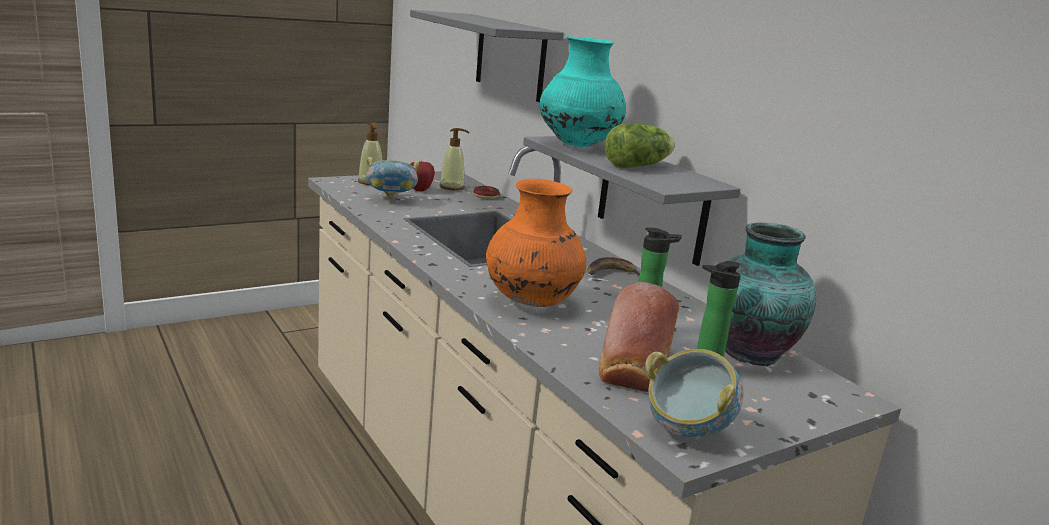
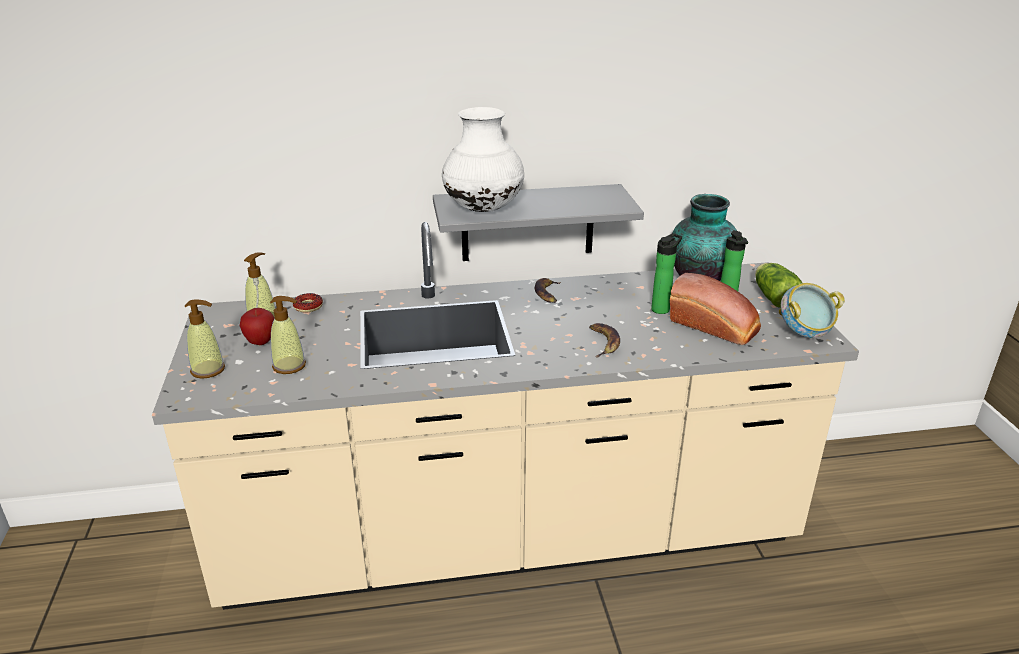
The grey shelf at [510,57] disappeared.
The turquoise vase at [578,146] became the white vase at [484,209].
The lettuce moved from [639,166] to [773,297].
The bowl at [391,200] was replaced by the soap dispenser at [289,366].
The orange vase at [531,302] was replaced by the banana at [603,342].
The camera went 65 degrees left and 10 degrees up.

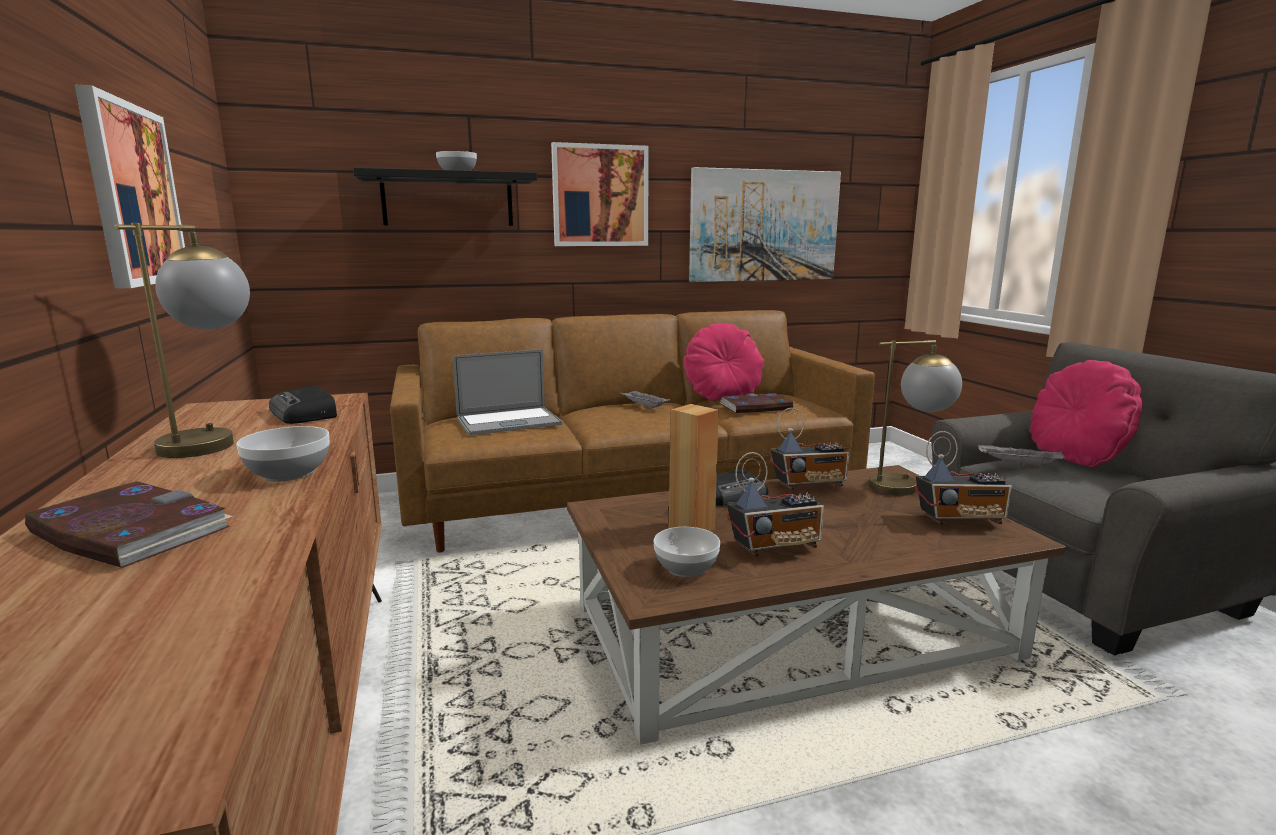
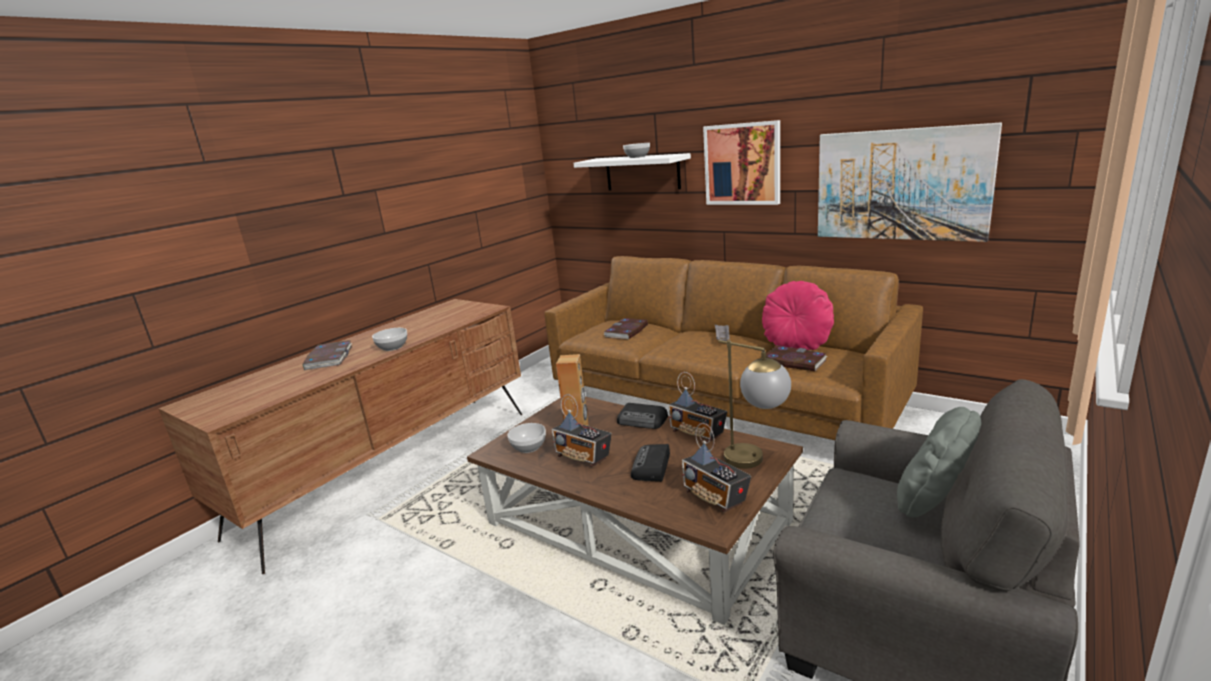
The picture at [133,195] disappeared.
The black shelf at [448,200] became the white shelf at [642,172].
The table lamp at [214,440] disappeared.
The laptop at [509,422] was replaced by the book at [626,331].
The pink pillow at [1075,459] became the grey pillow at [933,506].
The radio moved from [304,414] to [651,467].
The grey tray at [1017,465] disappeared.
The camera went 55 degrees right and 5 degrees up.

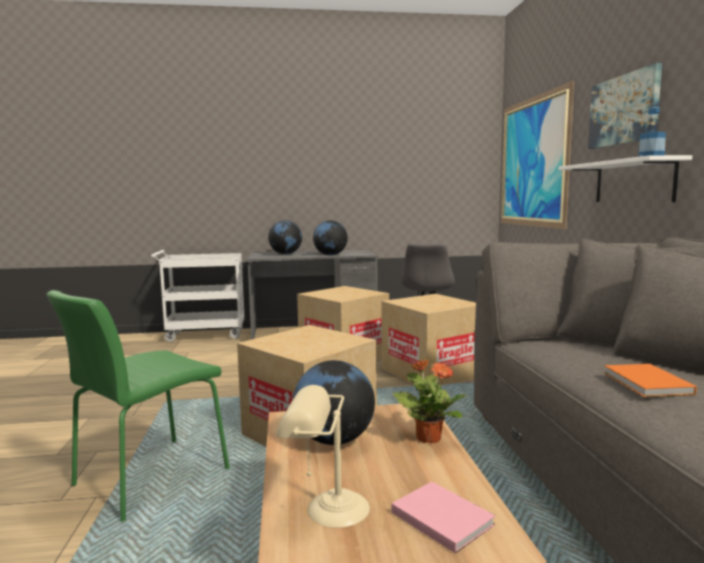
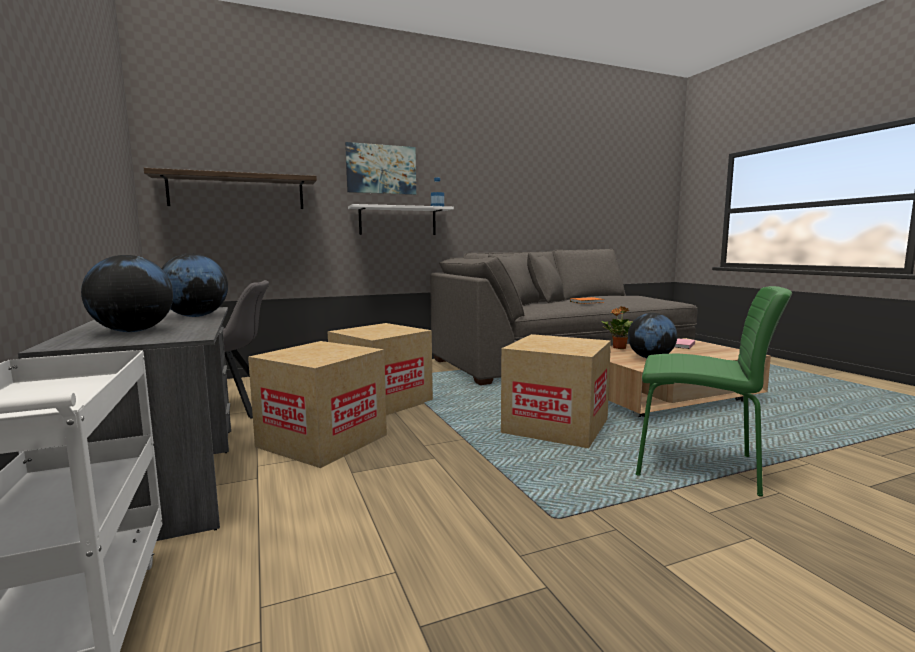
The picture at [532,162] was replaced by the shelf at [237,192].
The beige table lamp at [324,508] disappeared.
The camera went 105 degrees left and 0 degrees up.

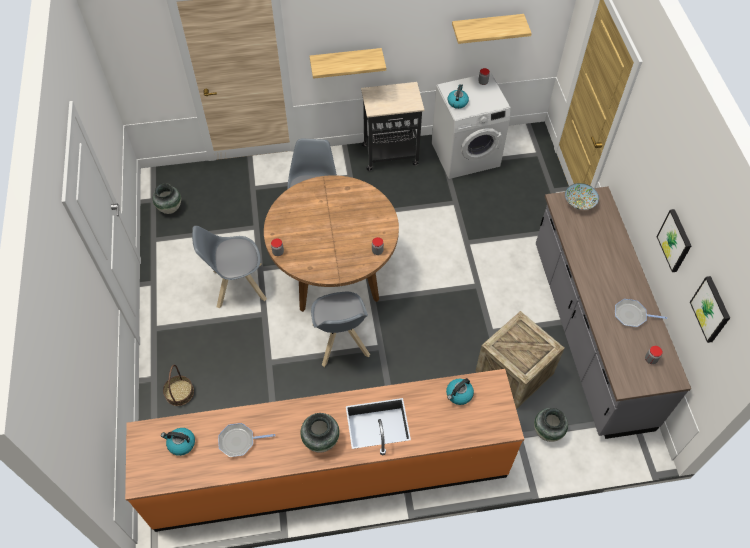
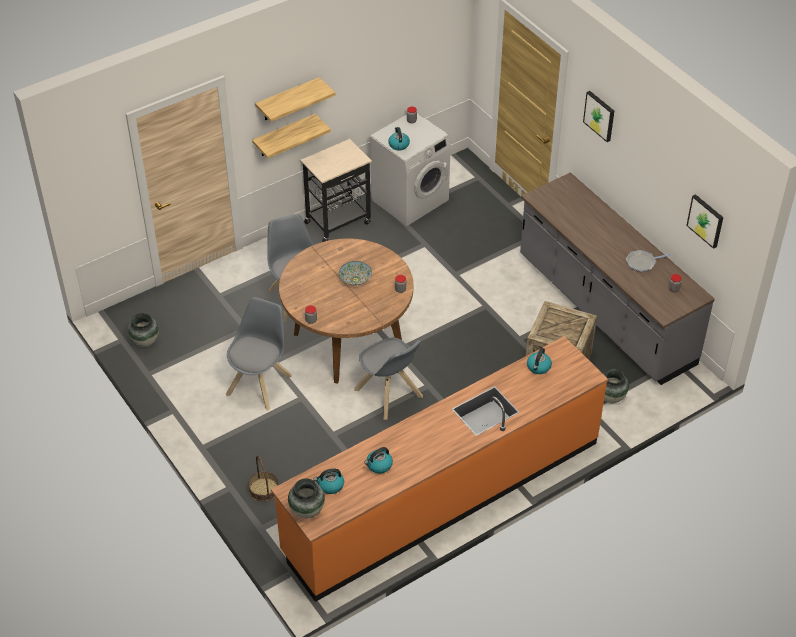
The shelf moved from [486,27] to [288,100].
The bowl moved from [579,202] to [355,280].
The picture moved from [675,240] to [600,115].
The grey chair at [237,285] turned 150 degrees clockwise.
The vase moved from [321,440] to [307,510].
The frying pan at [239,441] was replaced by the kettle at [379,465].
The camera went 25 degrees left and 10 degrees down.

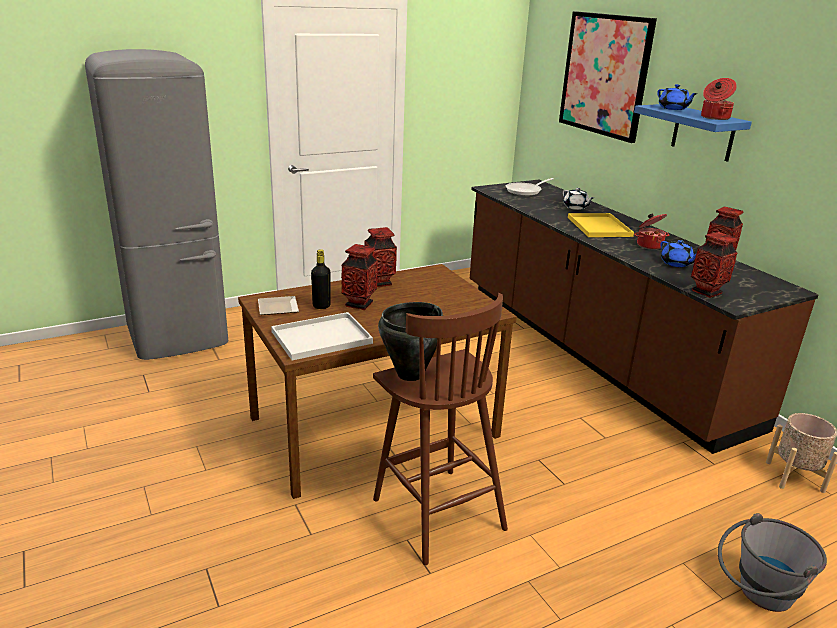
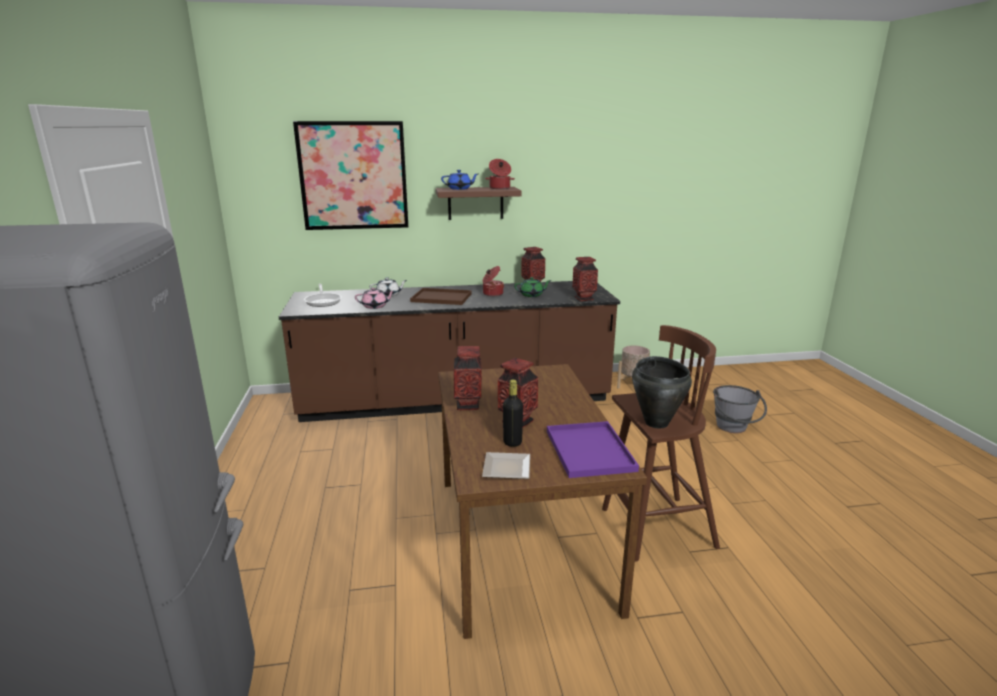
The blue shelf at [703,132] became the brown shelf at [475,203].
The yellow tray at [598,226] became the brown tray at [440,298].
The blue teapot at [676,264] became the green teapot at [532,295].
The white tray at [320,338] became the purple tray at [591,451].
The pink teapot at [375,306] appeared.
The camera went 70 degrees left and 5 degrees down.

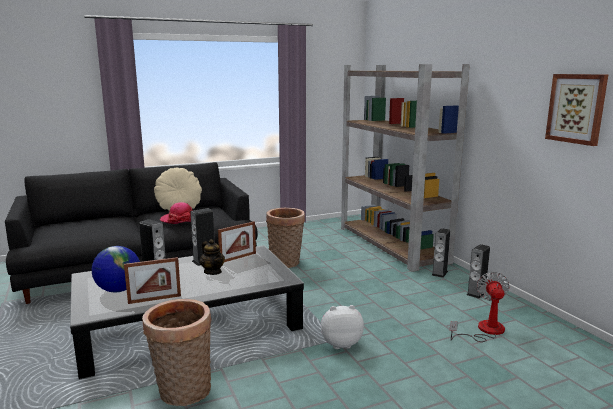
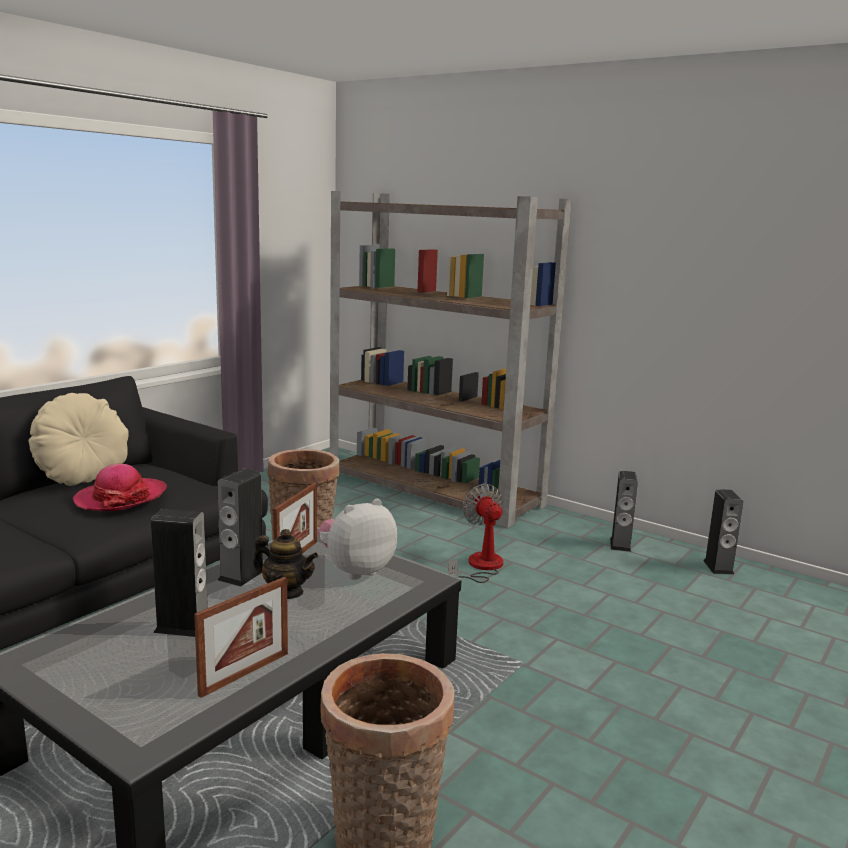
The picture at [576,108] disappeared.
The speaker moved from [439,273] to [718,567].
The globe at [118,290] disappeared.
The fan moved from [484,331] to [479,567].
The plush toy moved from [340,343] to [356,570].
The camera went 30 degrees left and 0 degrees up.

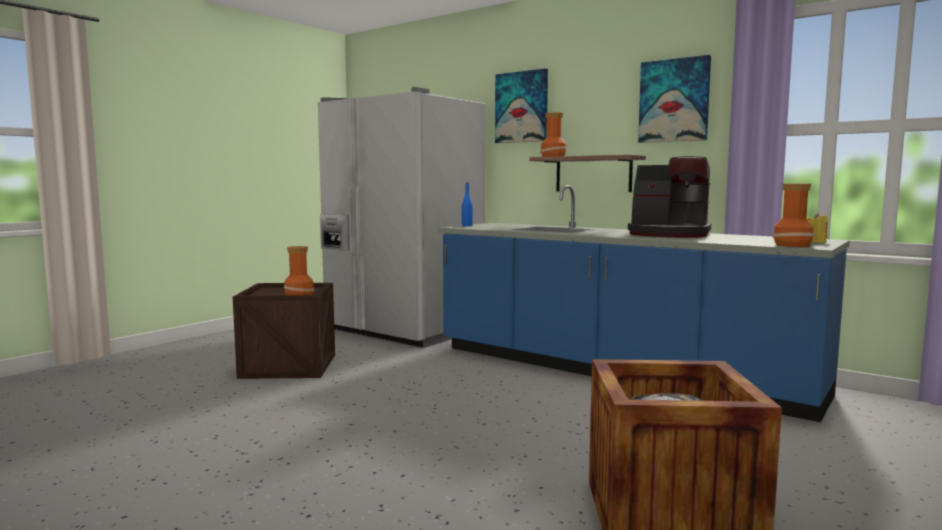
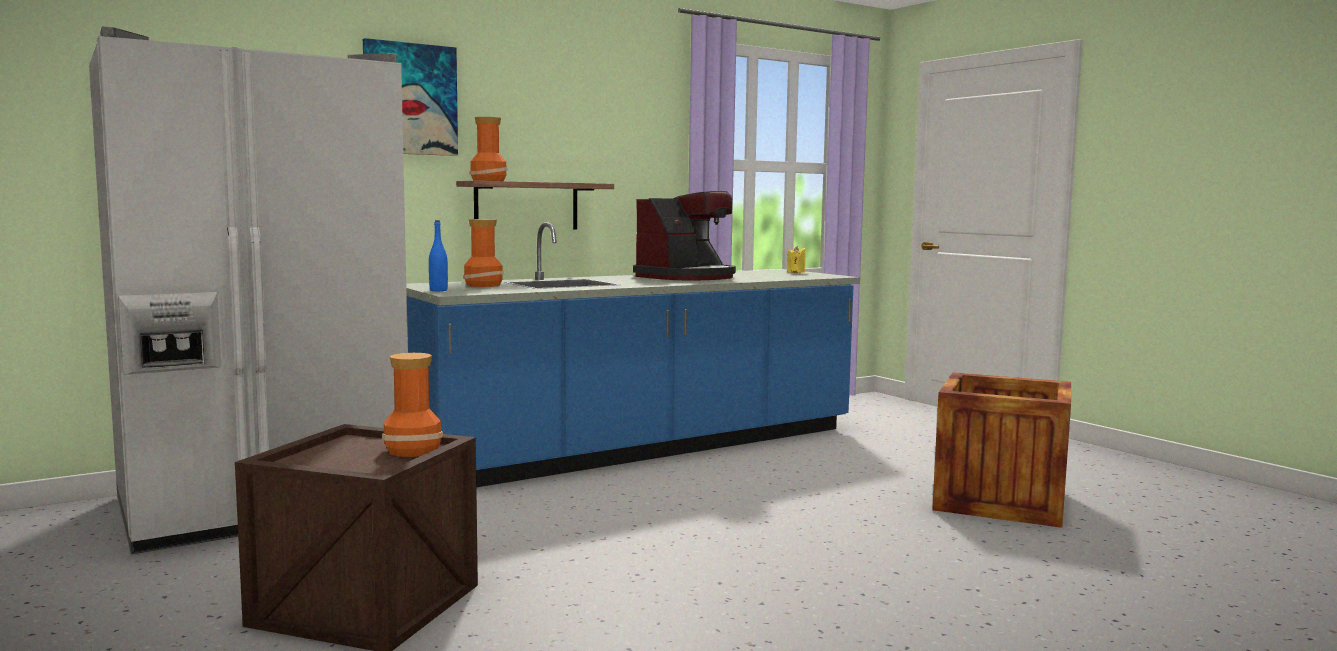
The picture at [674,100] disappeared.
The vase moved from [792,245] to [484,285].
The camera went 70 degrees left and 0 degrees up.

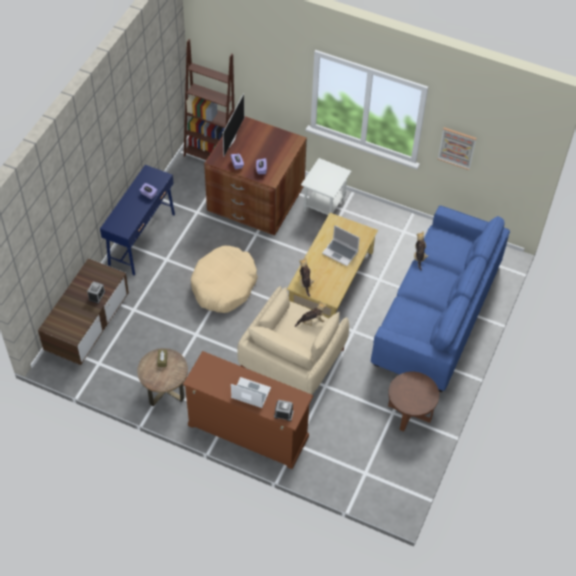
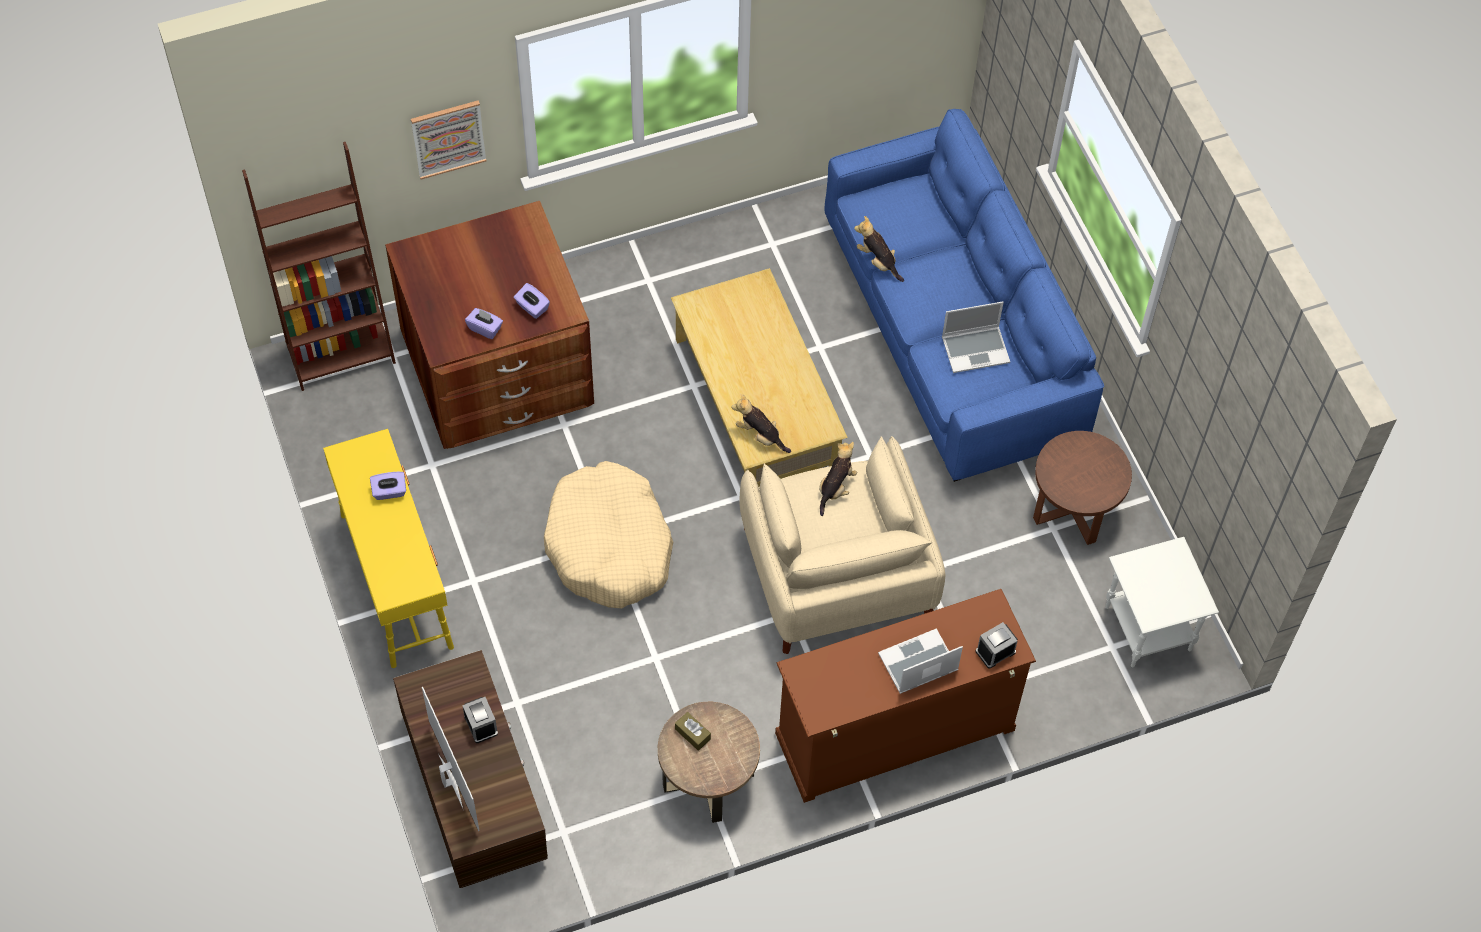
The television moved from [231,140] to [449,782].
The picture moved from [457,148] to [448,138].
The white side table moved from [324,206] to [1148,629].
The blue console table at [142,239] became the yellow console table at [398,580].
The laptop moved from [340,252] to [976,349].
The camera went 45 degrees left and 5 degrees up.

